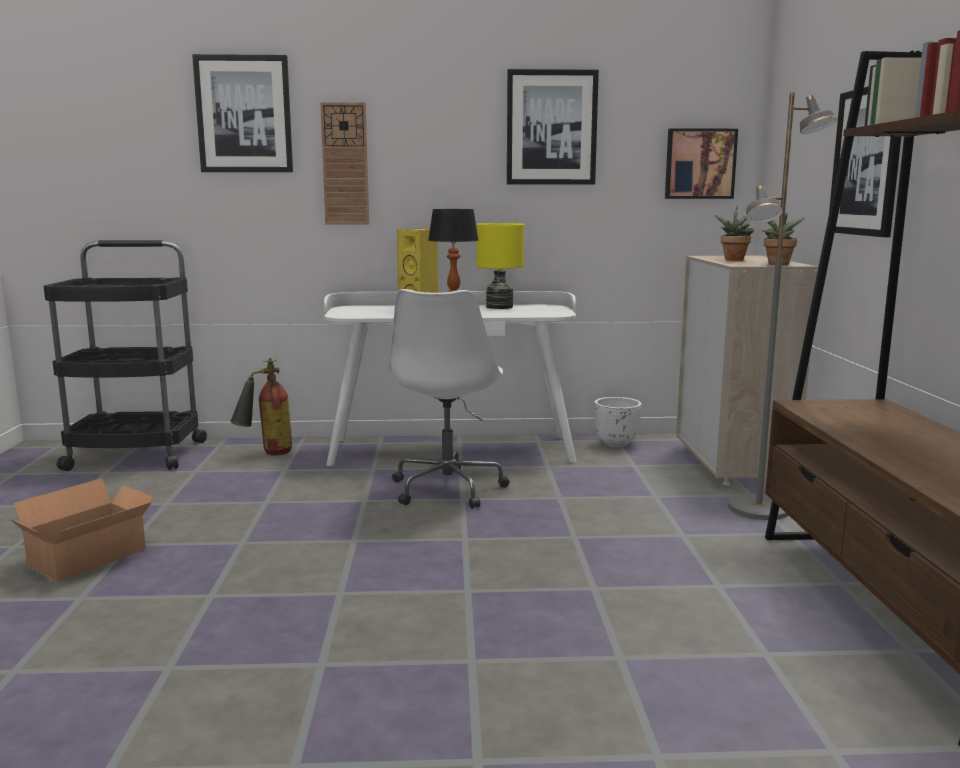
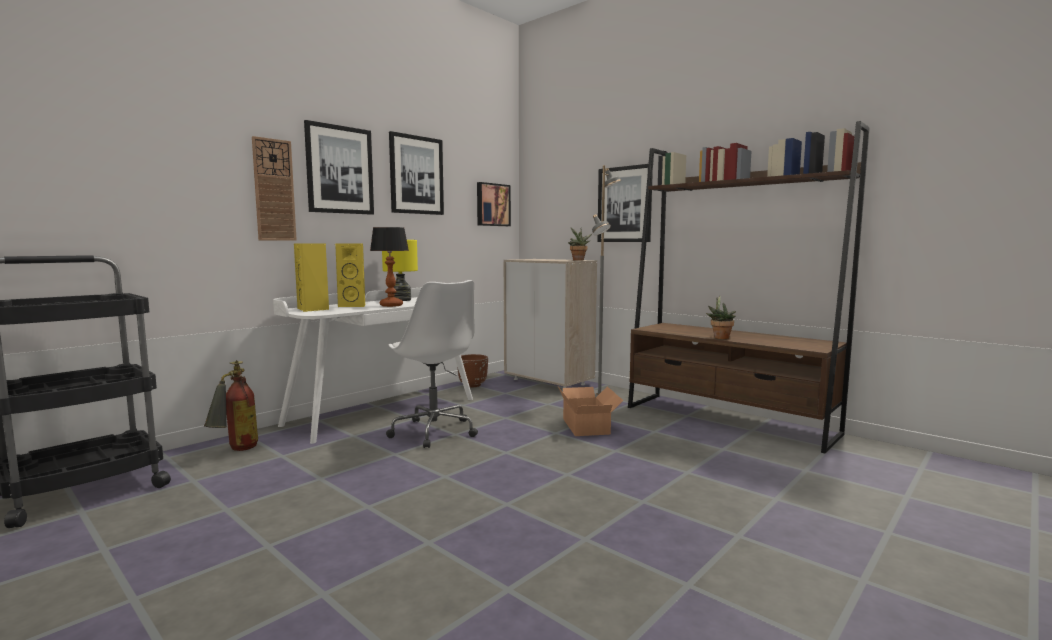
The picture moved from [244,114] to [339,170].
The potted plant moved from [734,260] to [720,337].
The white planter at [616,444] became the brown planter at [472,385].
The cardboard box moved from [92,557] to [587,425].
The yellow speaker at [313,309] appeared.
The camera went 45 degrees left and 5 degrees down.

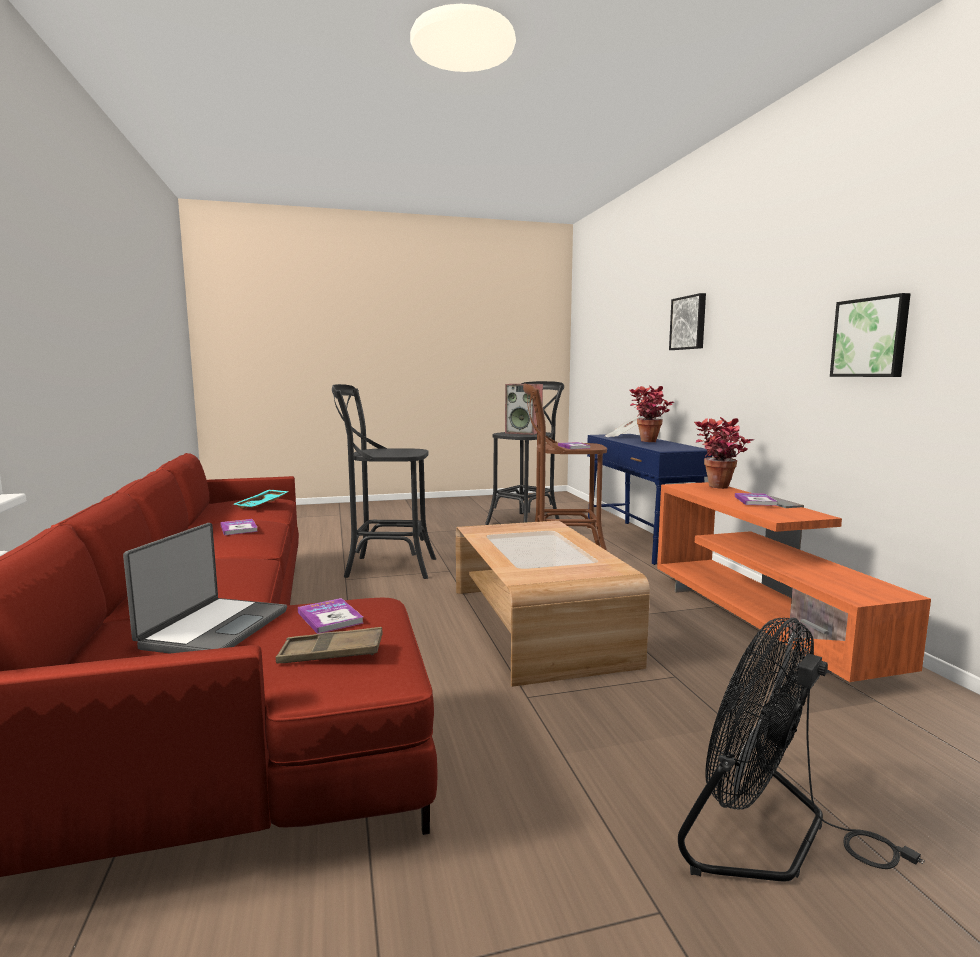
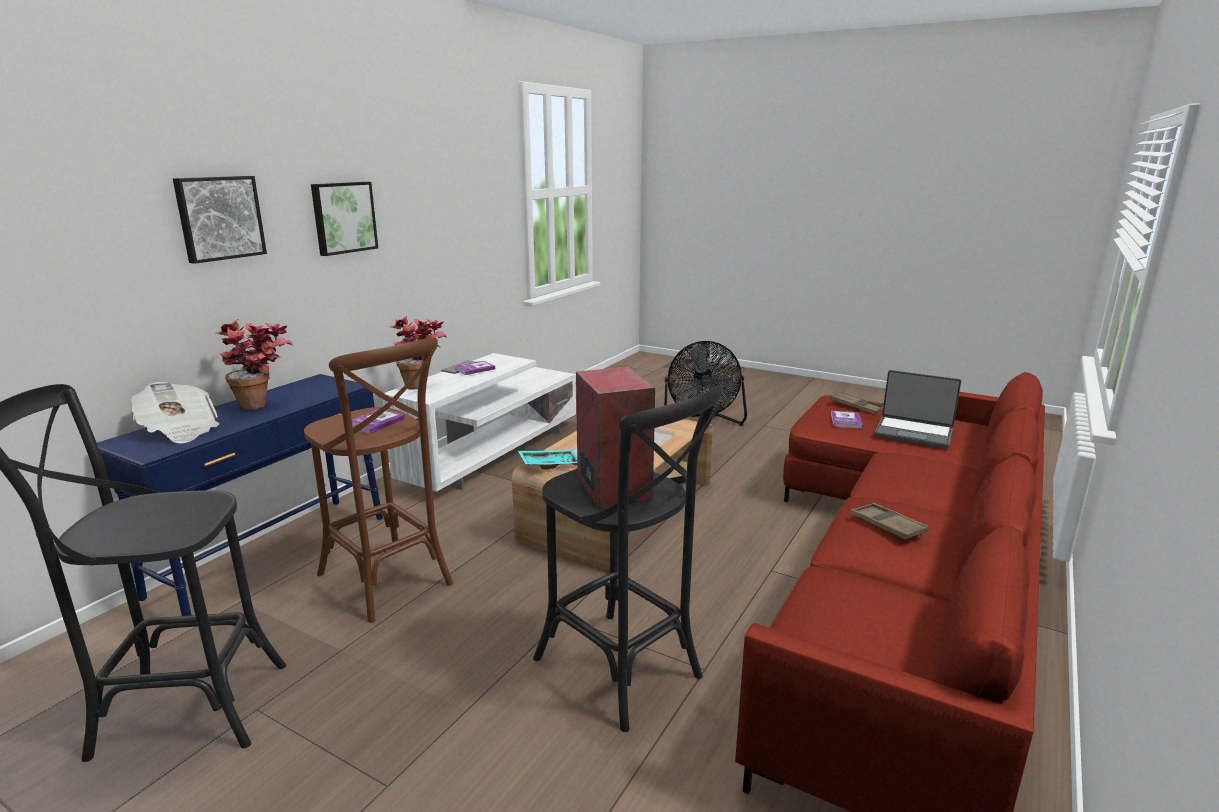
The picture moved from [871,337] to [343,217].
The speaker moved from [524,433] to [612,488].
The orange tv stand at [761,624] became the white tv stand at [495,453].
The turquoise tray moved from [262,505] to [549,464].
The book at [239,528] was replaced by the brown tray at [887,526].
The laptop at [213,628] turned 120 degrees counterclockwise.
The camera went 135 degrees left and 10 degrees up.

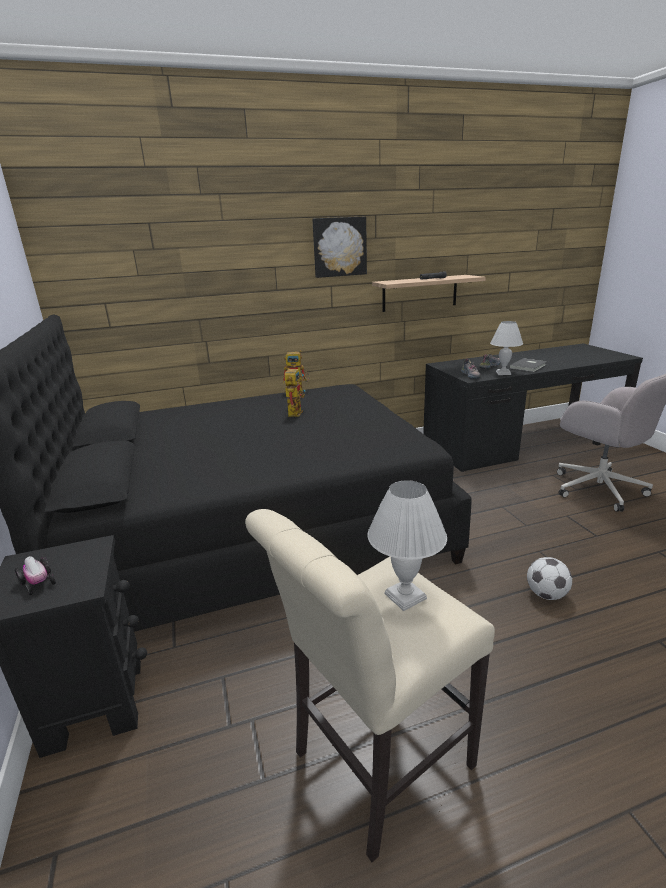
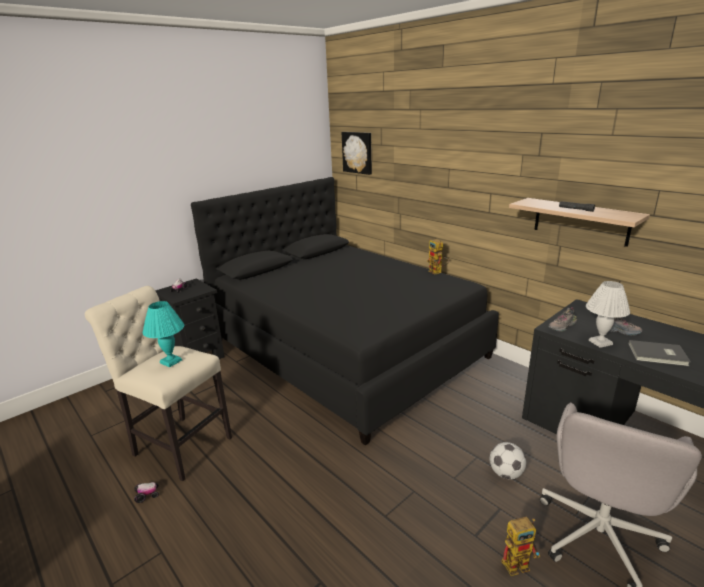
The picture moved from [339,247] to [358,152].
The toy robot moved from [294,412] to [519,563].
The white table lamp at [406,596] became the turquoise table lamp at [170,362].
The football moved from [546,594] to [506,473].
The toy car at [147,495] appeared.
The camera went 65 degrees right and 0 degrees up.

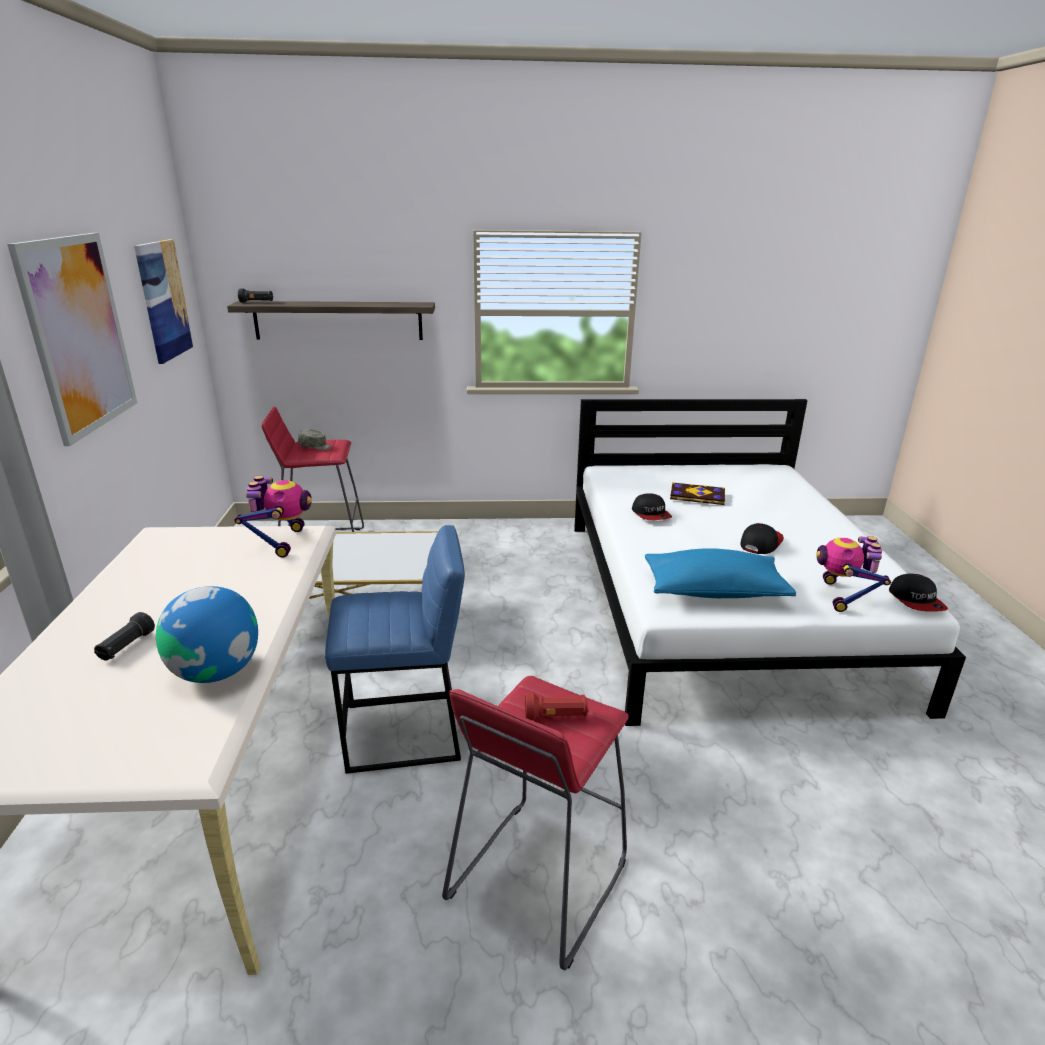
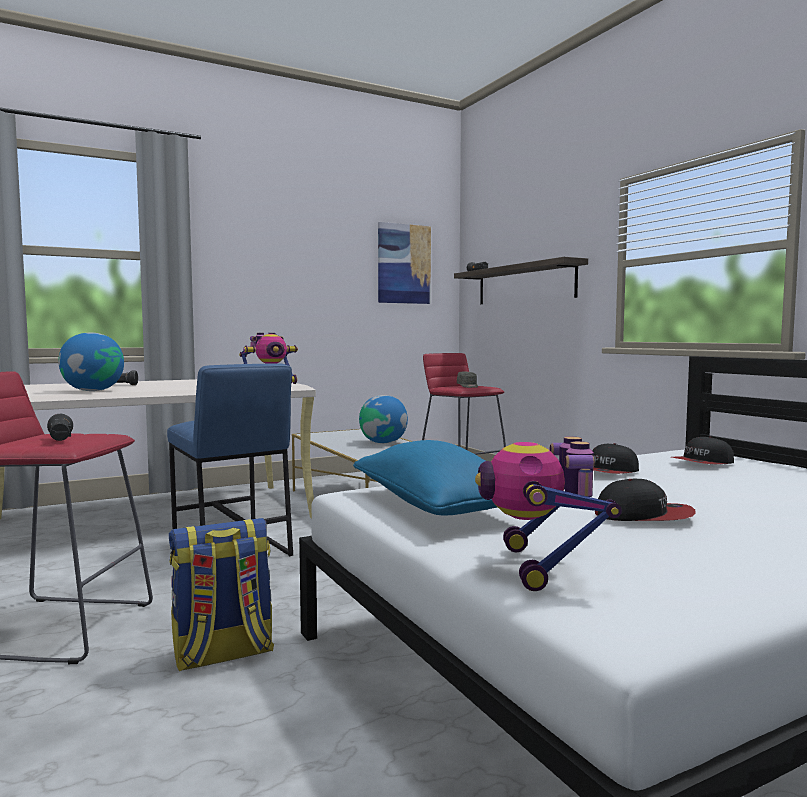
The picture at [79,335] disappeared.
The book at [697,496] disappeared.
The toy robot at [842,596] turned 75 degrees counterclockwise.
The cap moved from [916,600] to [702,463].
The red flashlight at [556,716] became the black flashlight at [60,440].
The globe at [383,442] appeared.
The backpack at [222,654] appeared.
The camera went 65 degrees right and 20 degrees down.

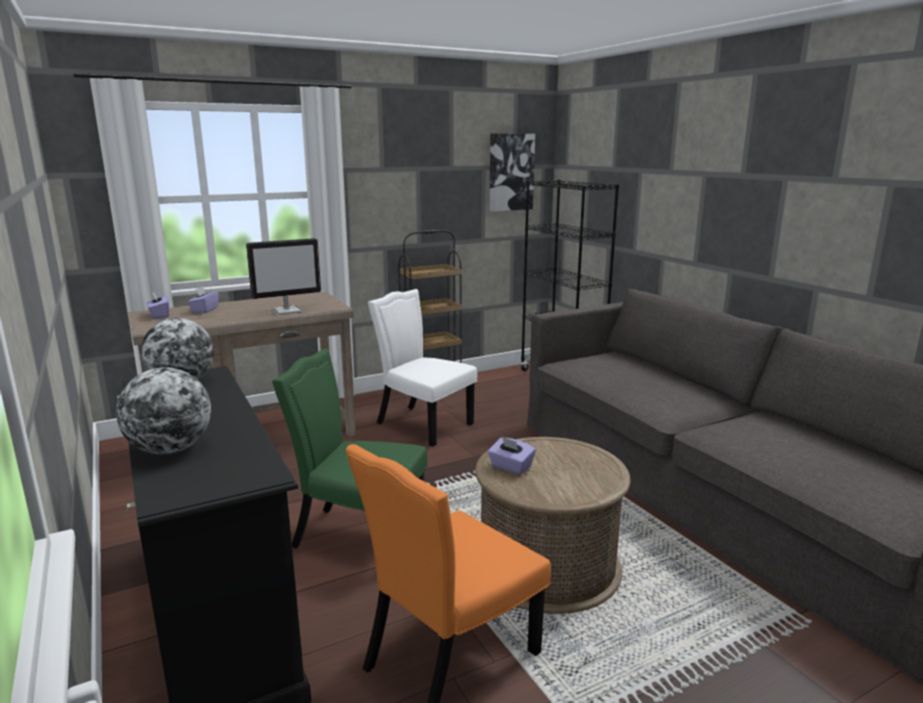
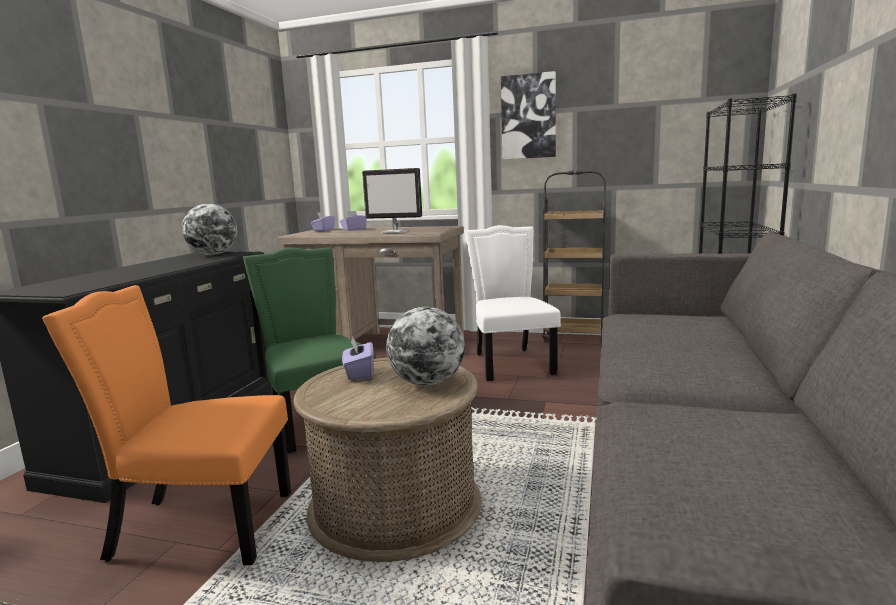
The picture moved from [510,172] to [528,117].
The globe moved from [171,449] to [427,383].
The camera went 45 degrees right and 5 degrees down.

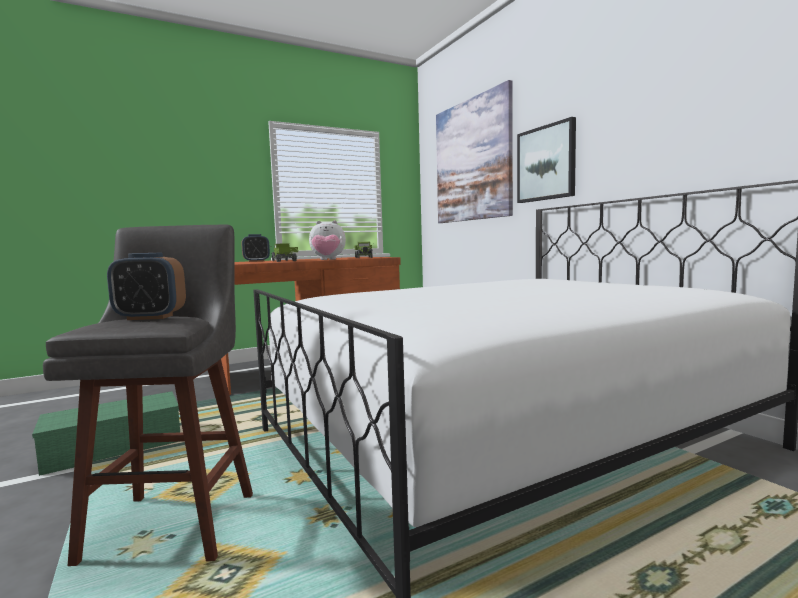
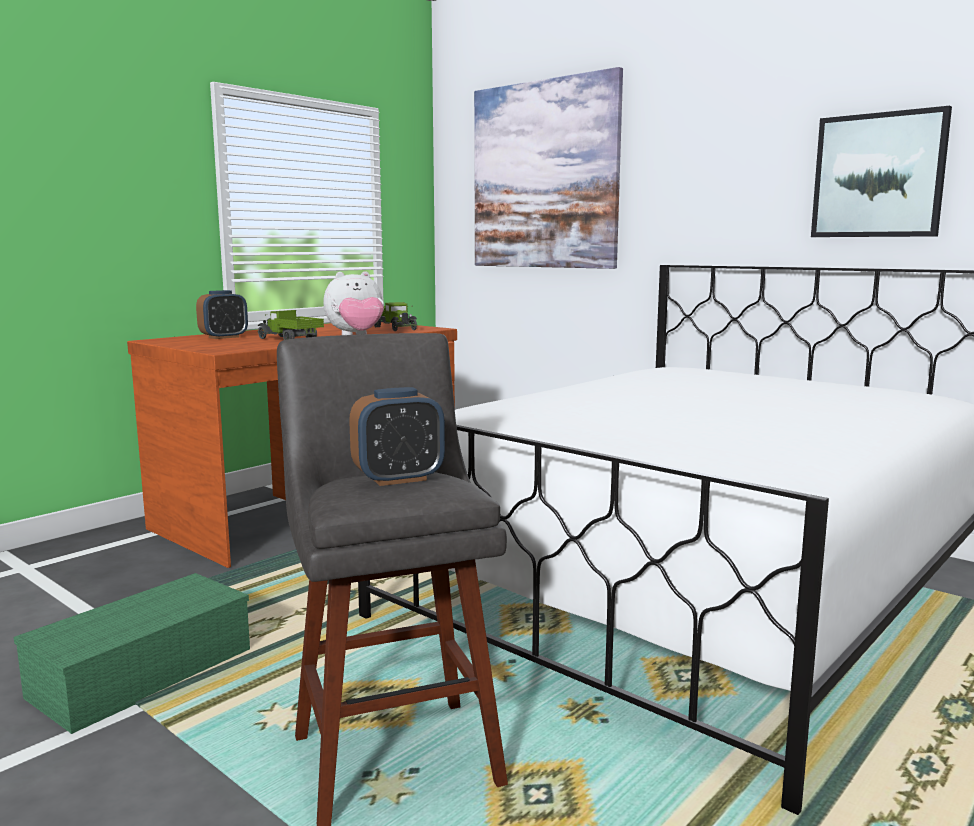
The picture moved from [546,163] to [878,176].
The camera went 20 degrees left and 5 degrees up.

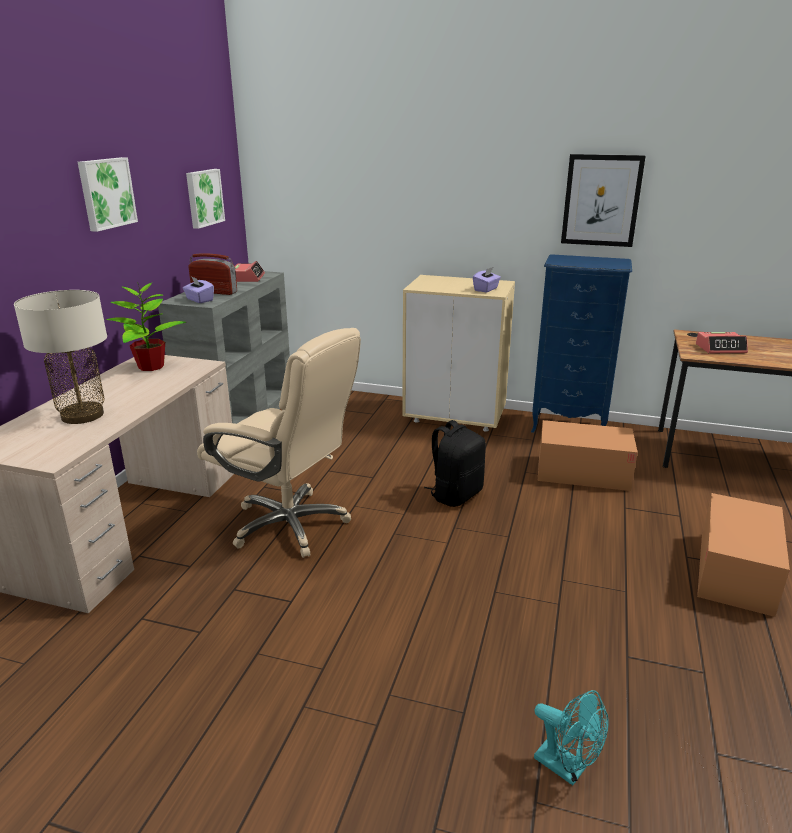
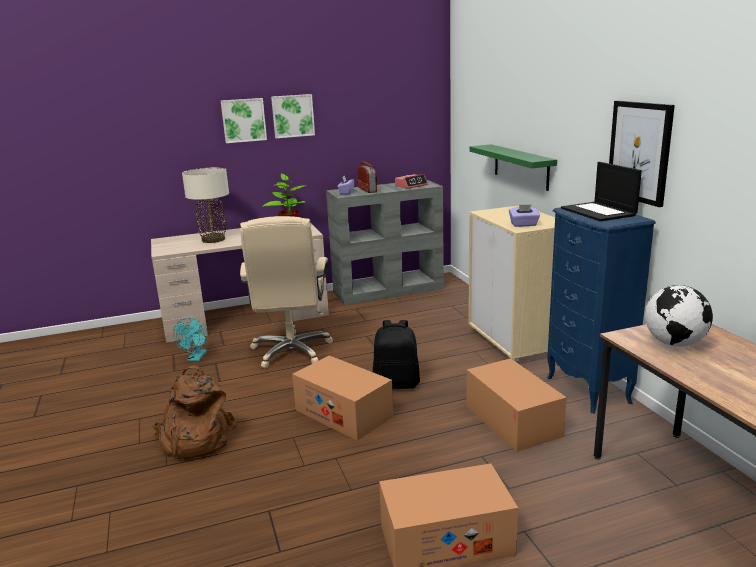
The picture moved from [203,198] to [243,120].
The alarm clock at [720,348] was replaced by the globe at [674,343].
The turquoise fan moved from [567,768] to [196,358].
The green shelf at [521,166] appeared.
The laptop at [599,212] appeared.
The cardboard box at [343,413] appeared.
The brown backpack at [195,440] appeared.
The camera went 55 degrees right and 5 degrees down.

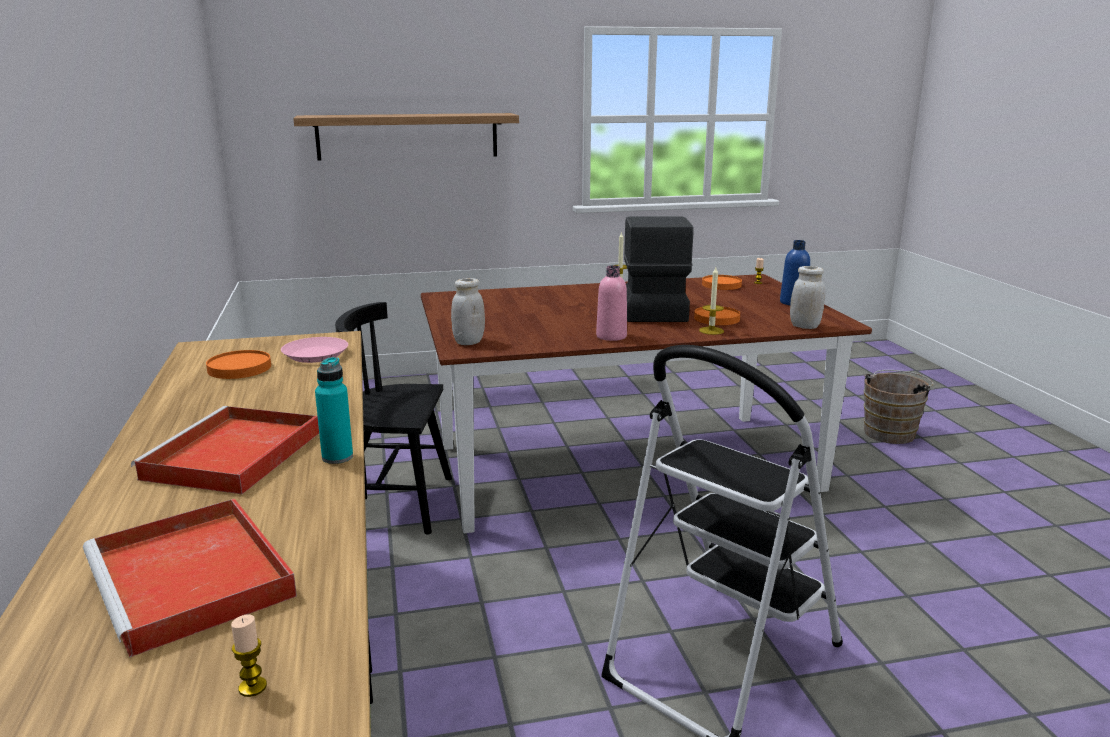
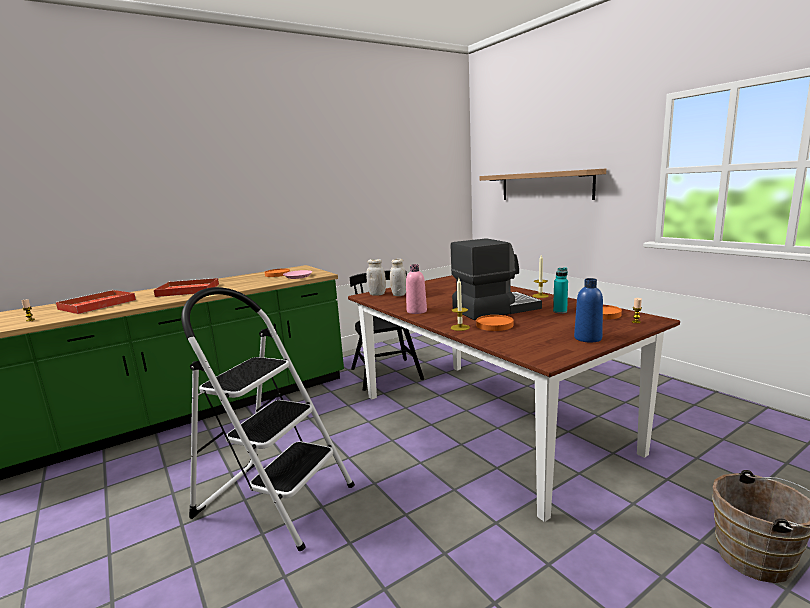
The white jar moved from [804,326] to [399,295].
The turquoise bottle moved from [337,457] to [560,311].
The camera went 70 degrees right and 5 degrees down.

